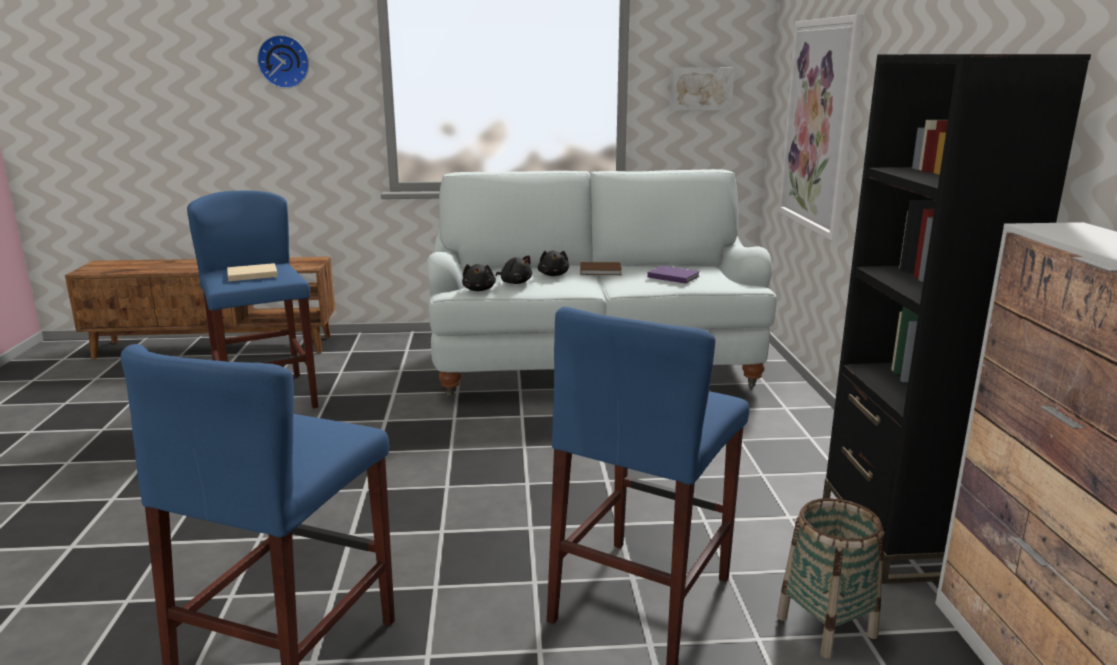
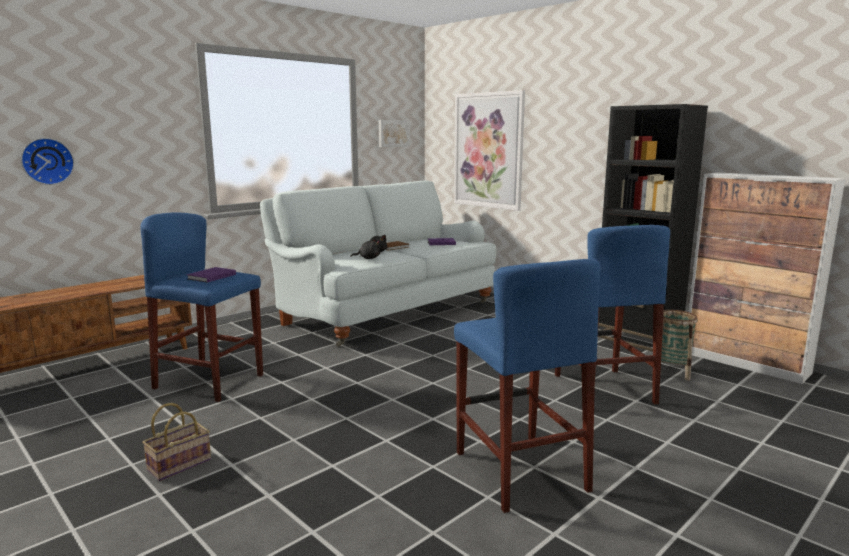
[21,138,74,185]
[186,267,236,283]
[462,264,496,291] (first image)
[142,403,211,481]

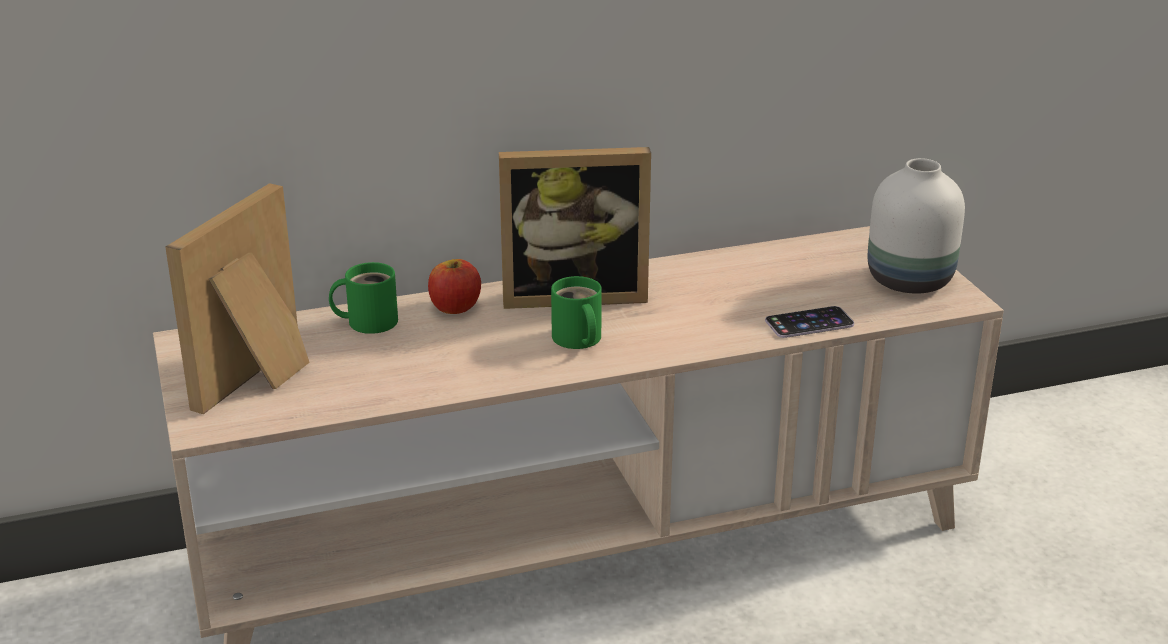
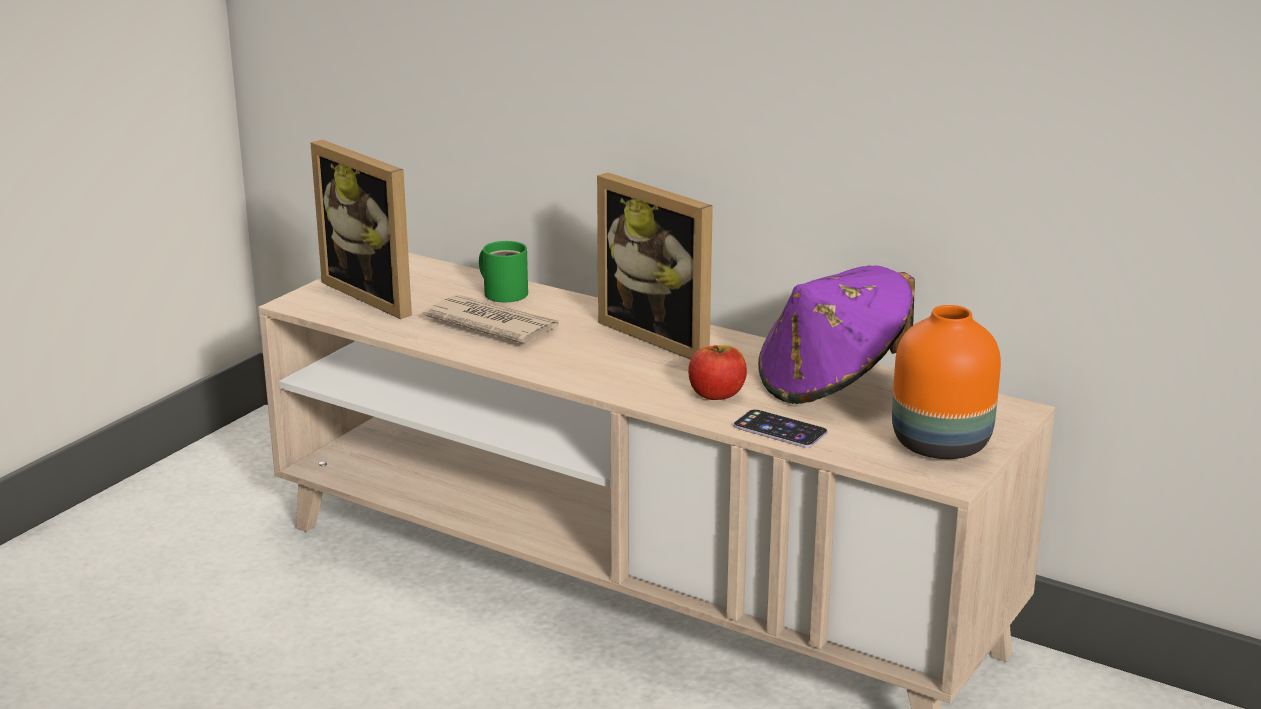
[892,305,1001,459]
[310,140,412,319]
[688,345,747,400]
[551,276,602,349] (first image)
[758,266,915,404]
[423,295,559,343]

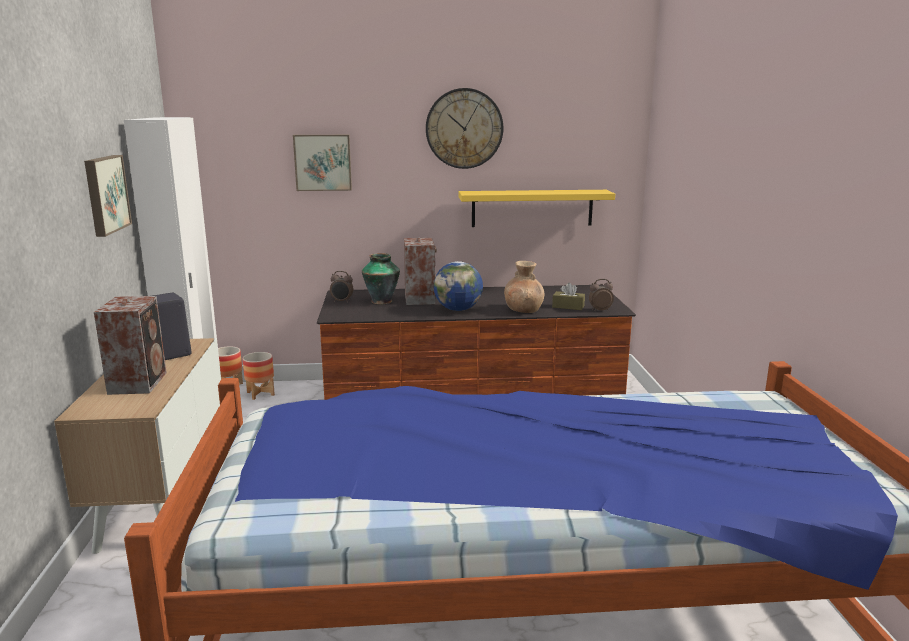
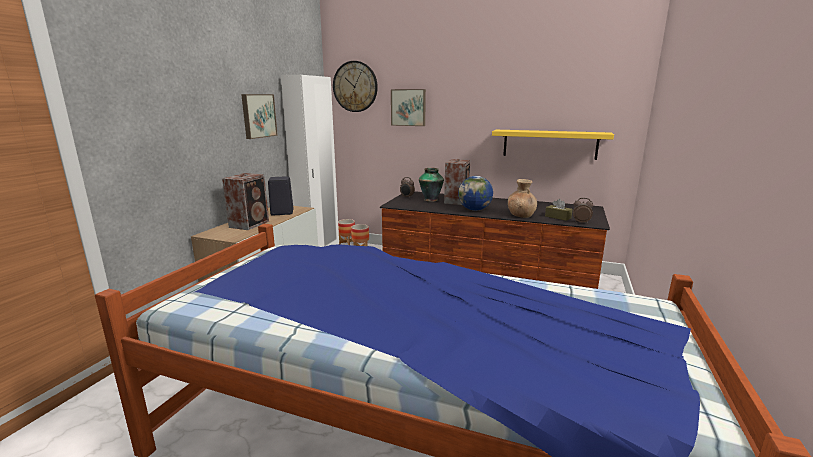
[333,61,378,112]

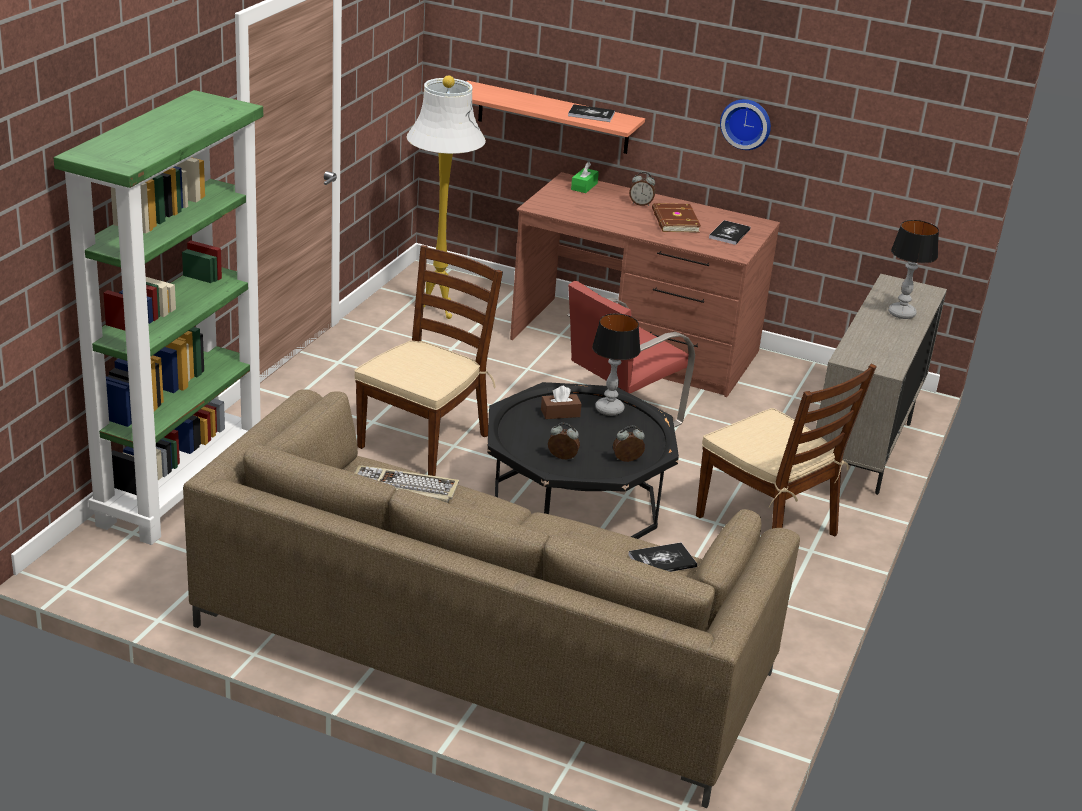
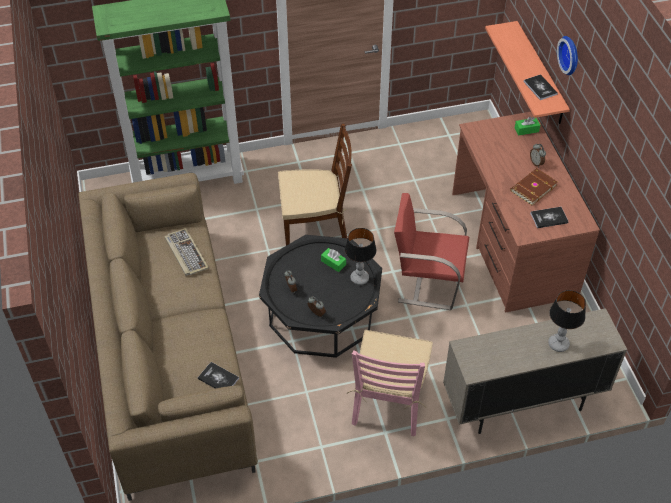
[406,75,486,319] (first image)
[557,36,578,75]
[347,330,433,436]
[321,248,346,272]

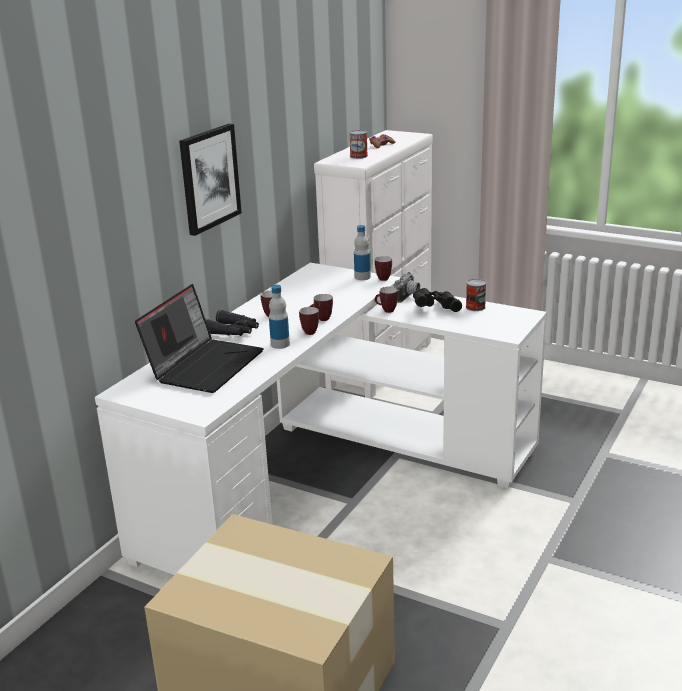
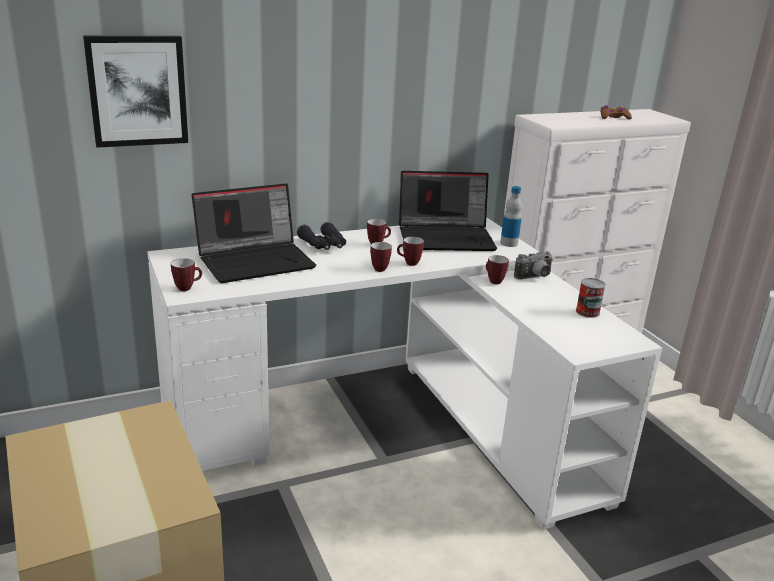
[83,36,188,148]
[349,130,368,159] (first image)
[171,258,202,291]
[269,285,290,349] (first image)
[413,288,462,312] (first image)
[399,171,497,251]

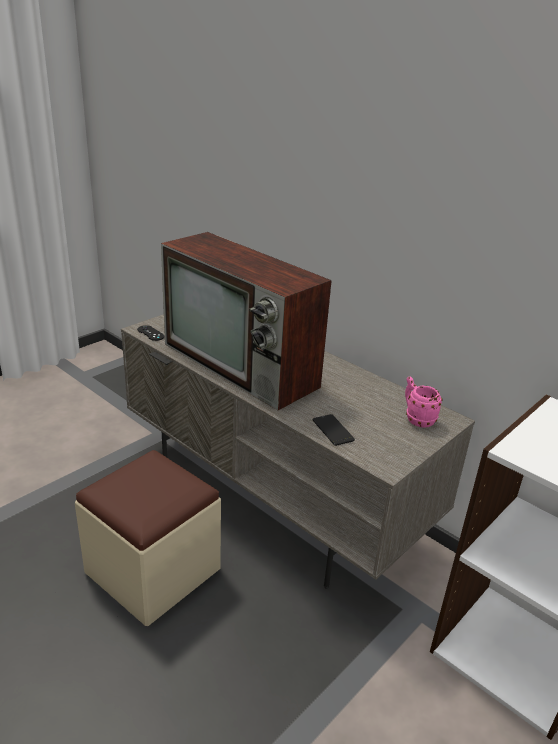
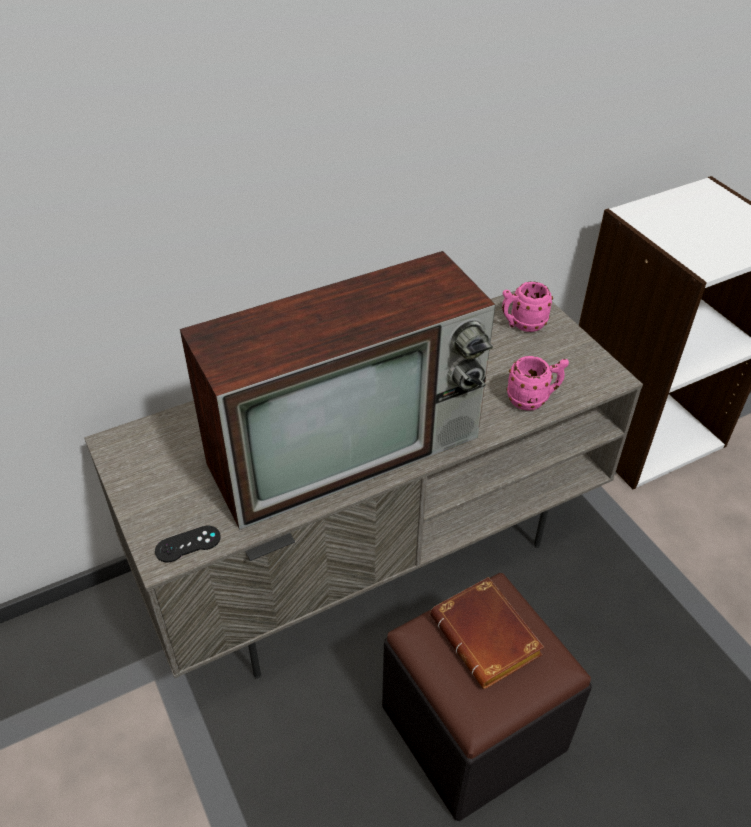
[506,356,569,410]
[382,573,592,821]
[430,577,544,689]

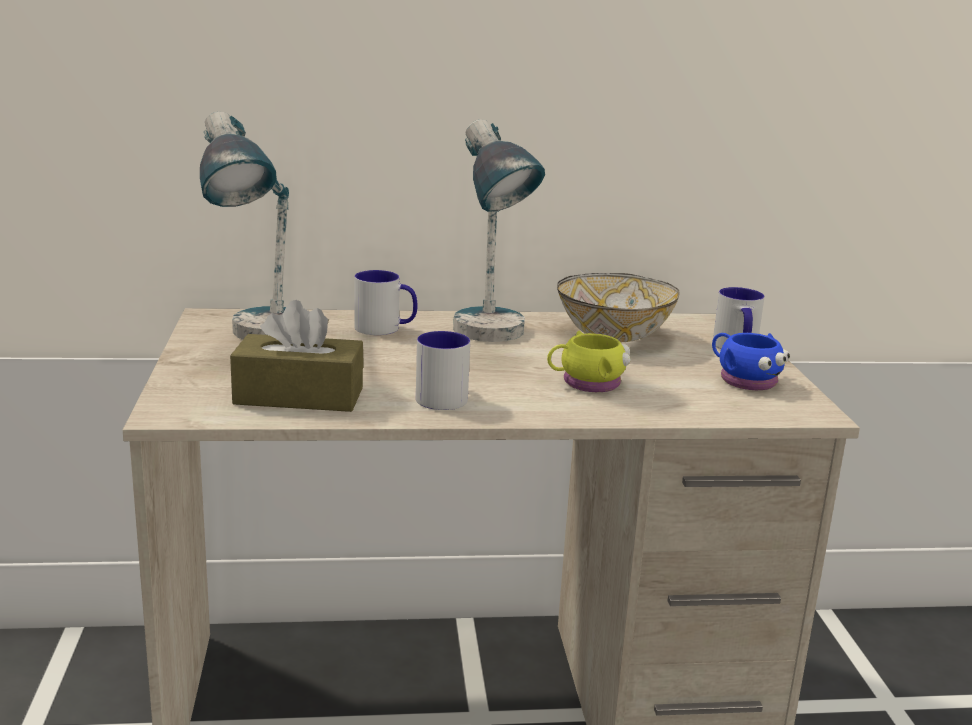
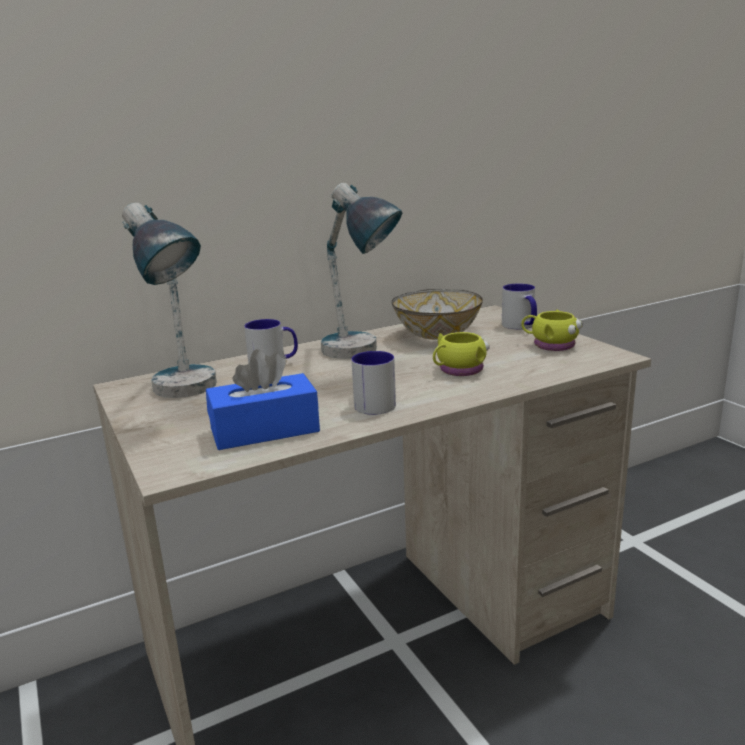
[206,349,320,450]
[521,309,583,351]

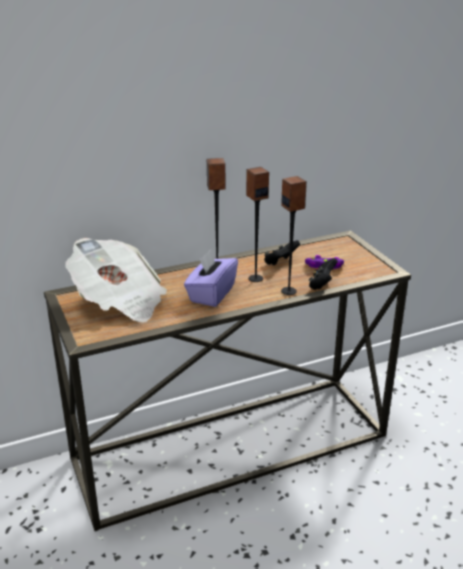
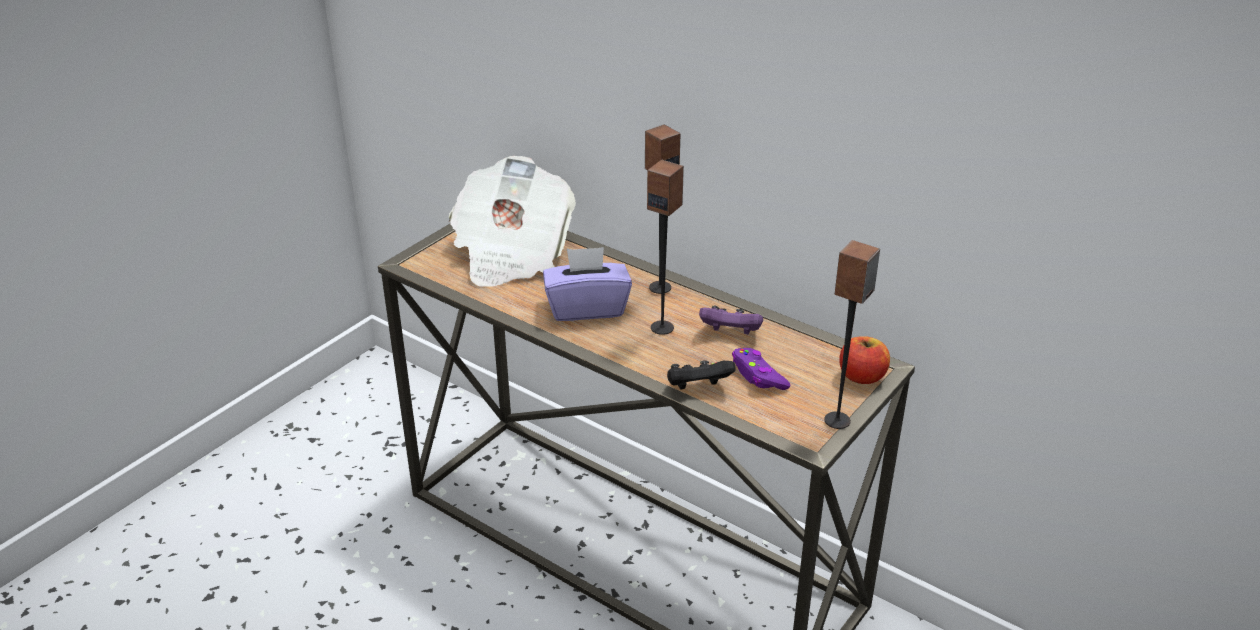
[824,240,880,429]
[699,306,763,334]
[839,337,890,384]

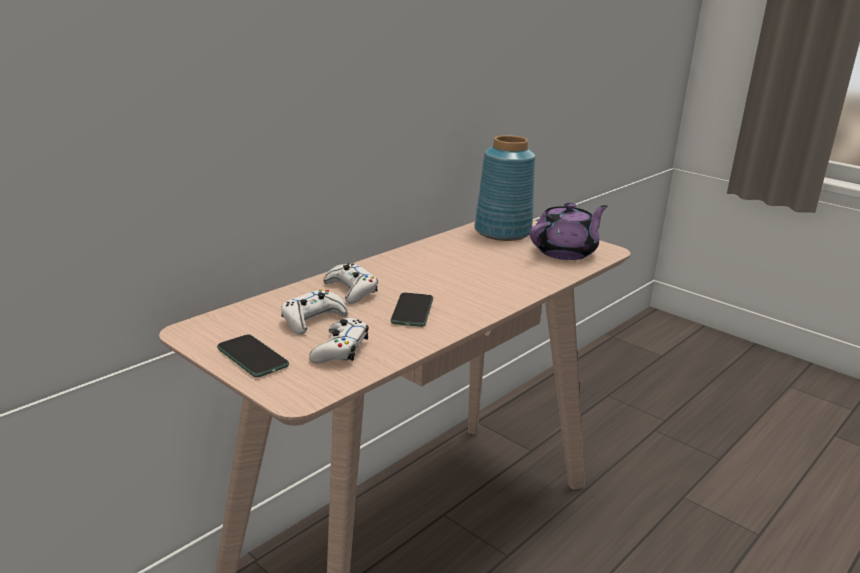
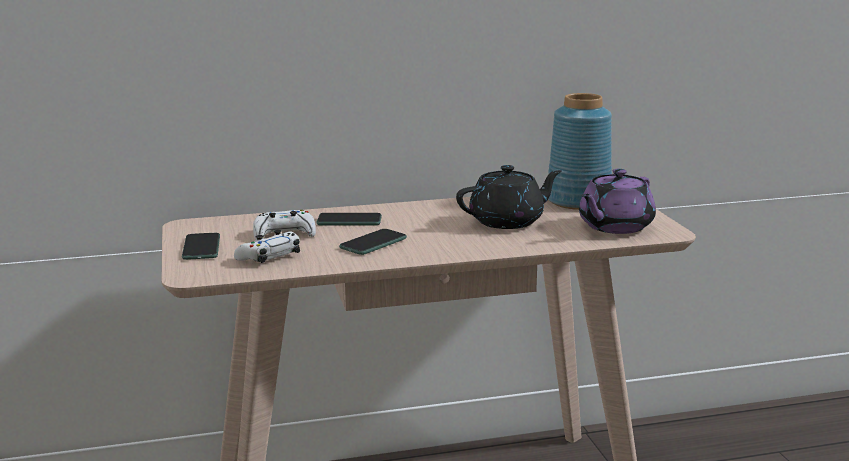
[579,169,656,234]
[316,213,382,226]
[456,165,562,229]

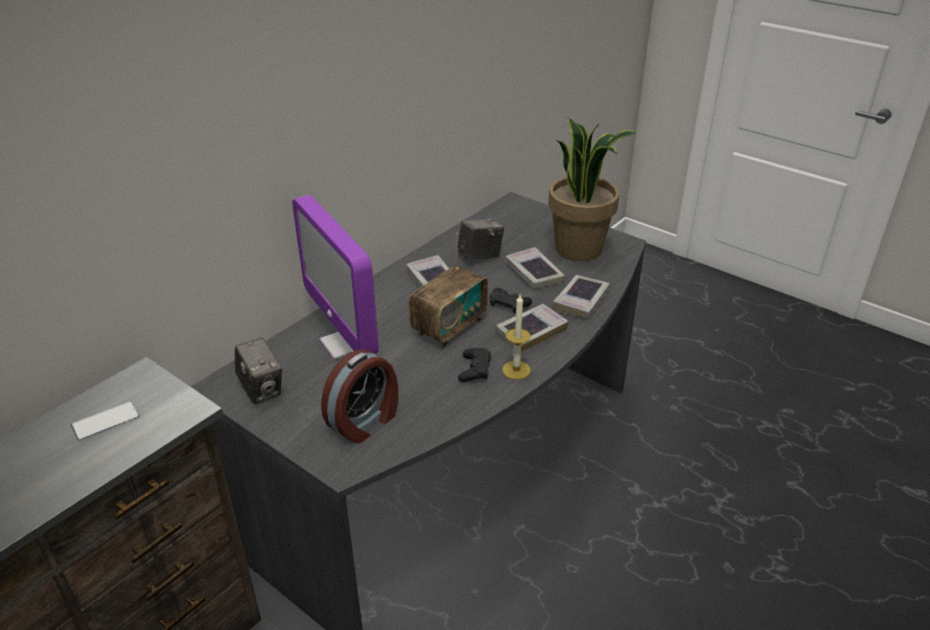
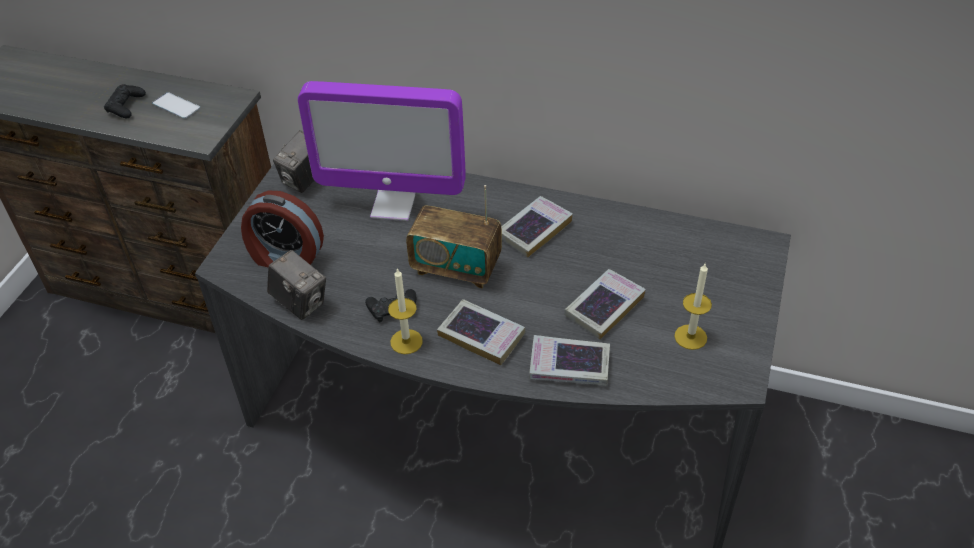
[674,264,712,350]
[298,81,466,221]
[267,250,326,320]
[104,84,146,118]

